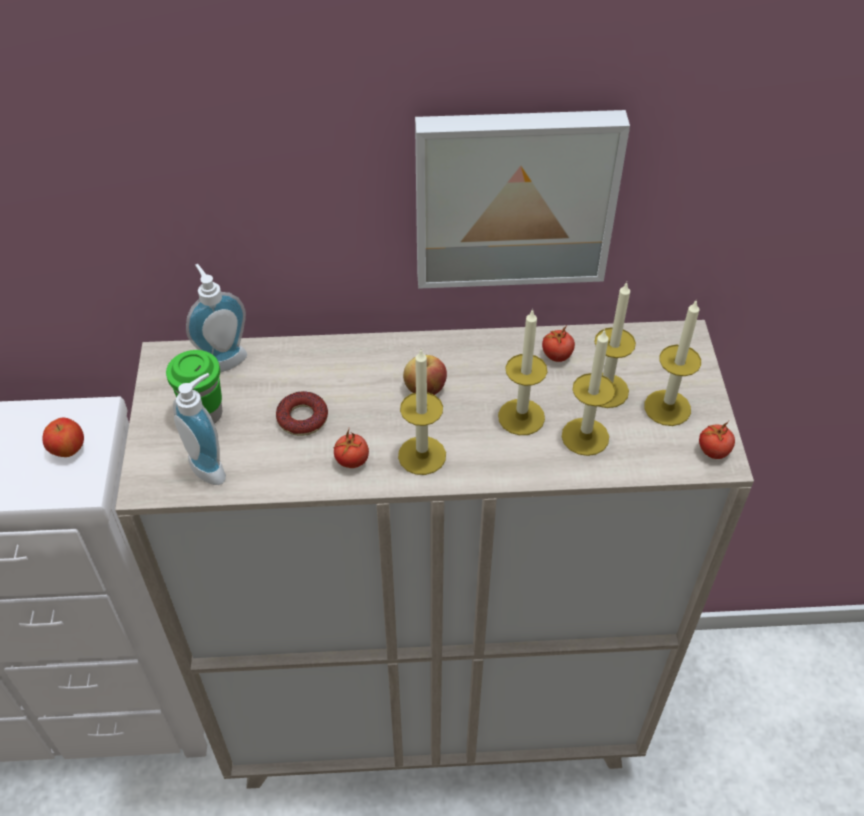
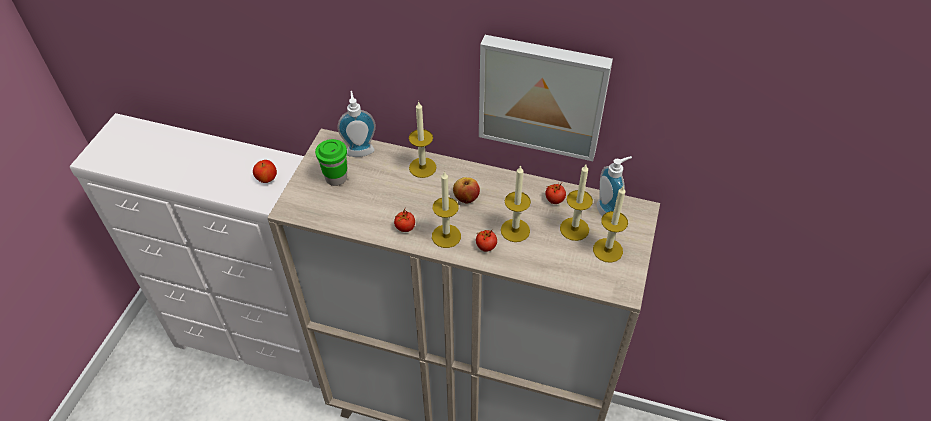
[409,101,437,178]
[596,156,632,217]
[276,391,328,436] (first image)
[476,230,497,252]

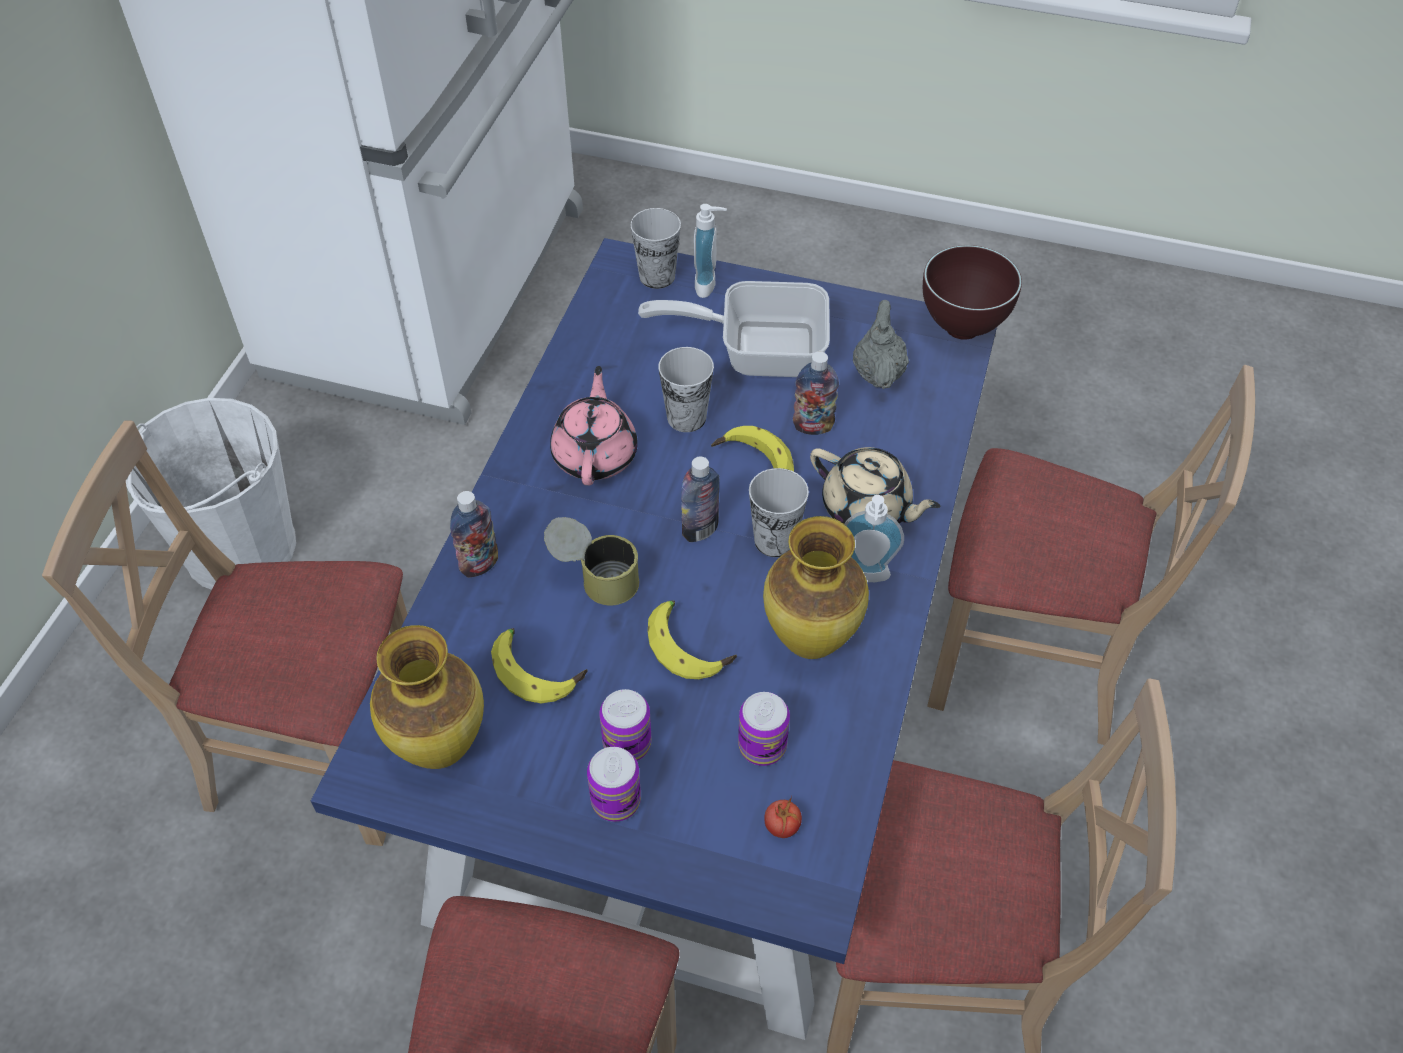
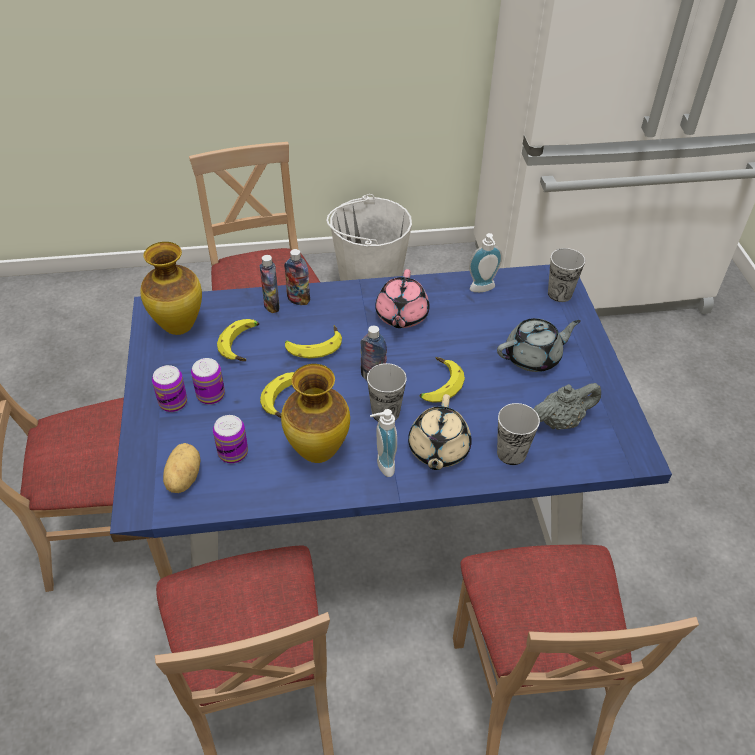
[469,233,503,292]
[923,245,1022,340] (first image)
[497,318,581,372]
[497,403,540,465]
[260,255,280,313]
[375,269,430,328]
[285,325,342,358]
[163,443,201,493]

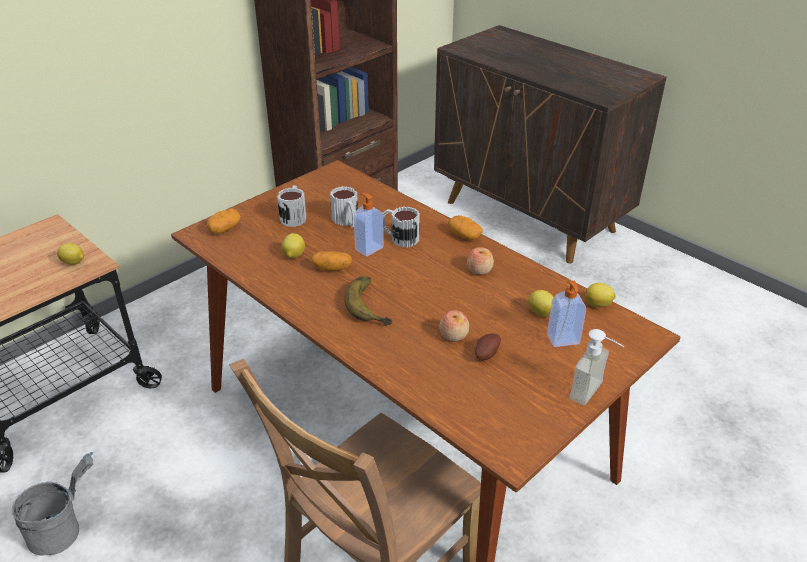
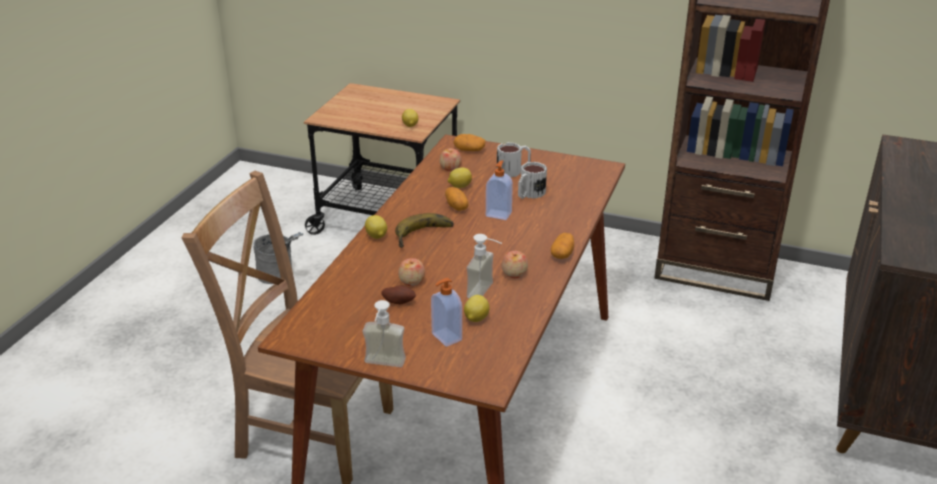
[383,207,420,248] (first image)
[365,215,387,239]
[440,148,462,171]
[467,234,502,298]

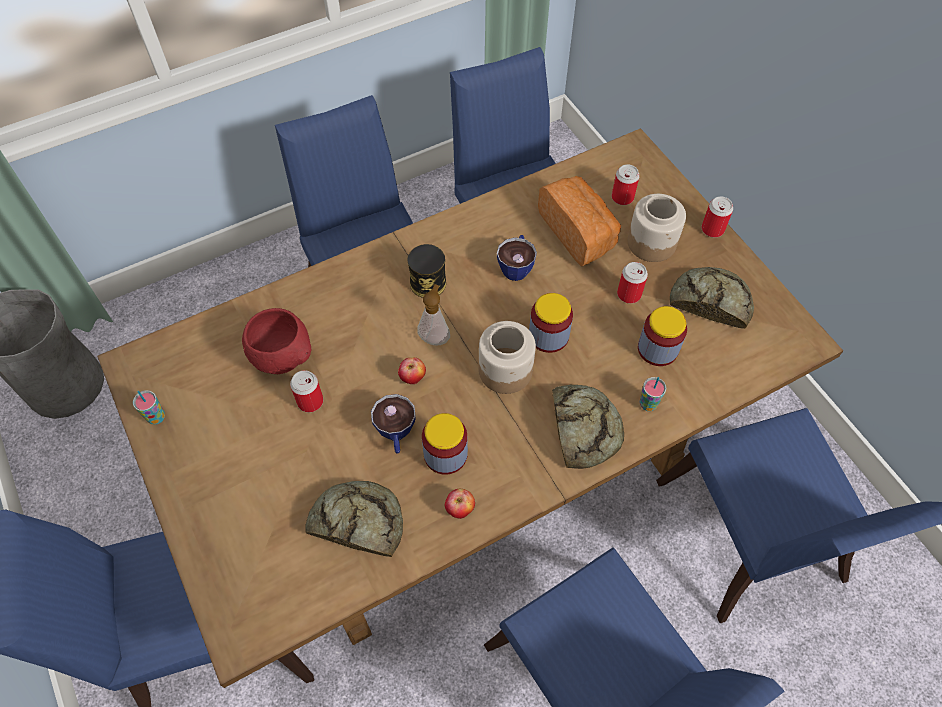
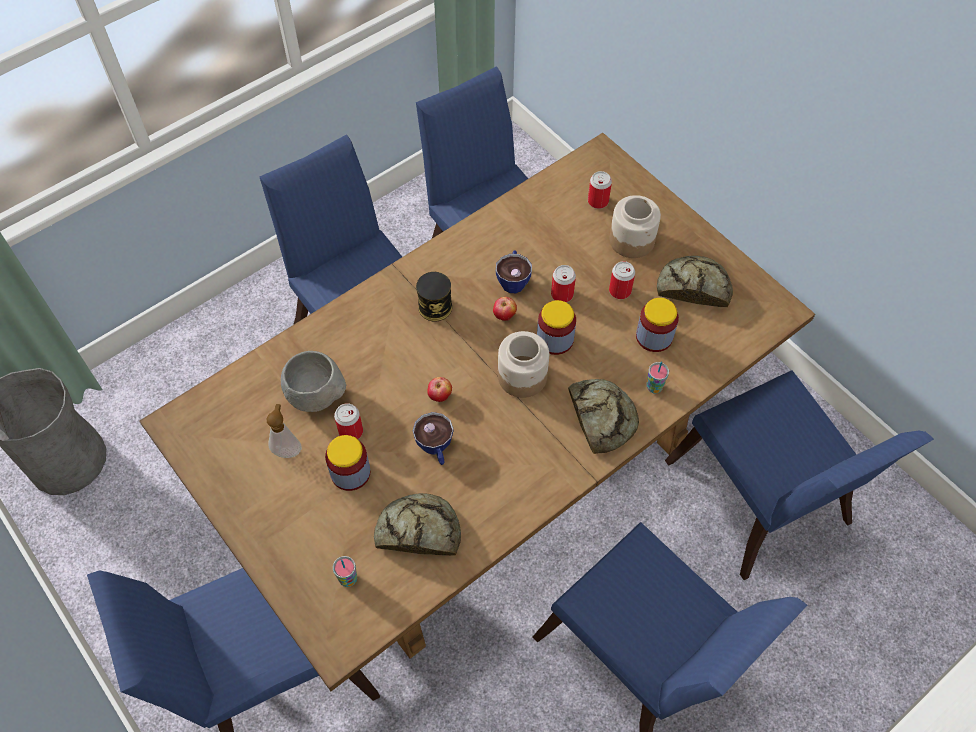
[538,176,621,267] (first image)
[551,265,576,302]
[267,404,302,458]
[281,351,346,412]
[333,556,357,587]
[325,435,371,491]
[493,297,517,321]

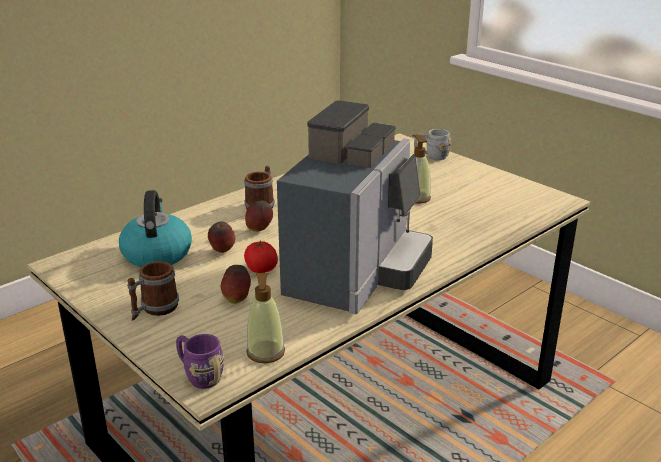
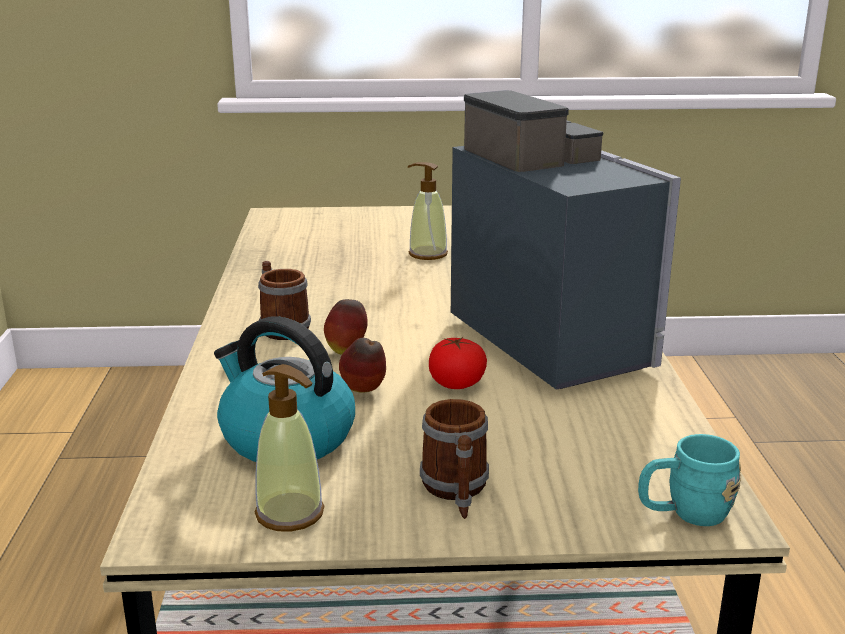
[414,129,451,160] (first image)
[221,265,251,304] (first image)
[255,364,324,532]
[638,434,741,526]

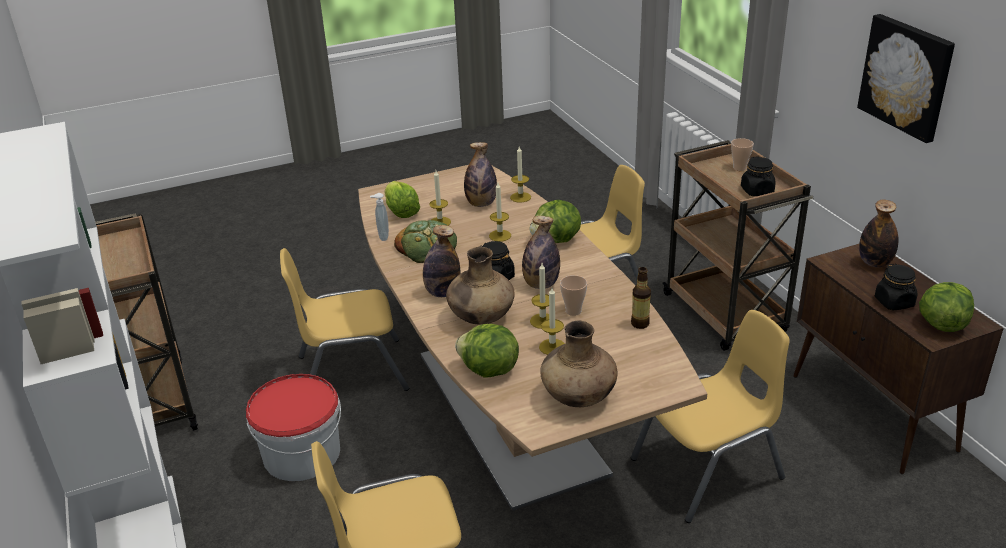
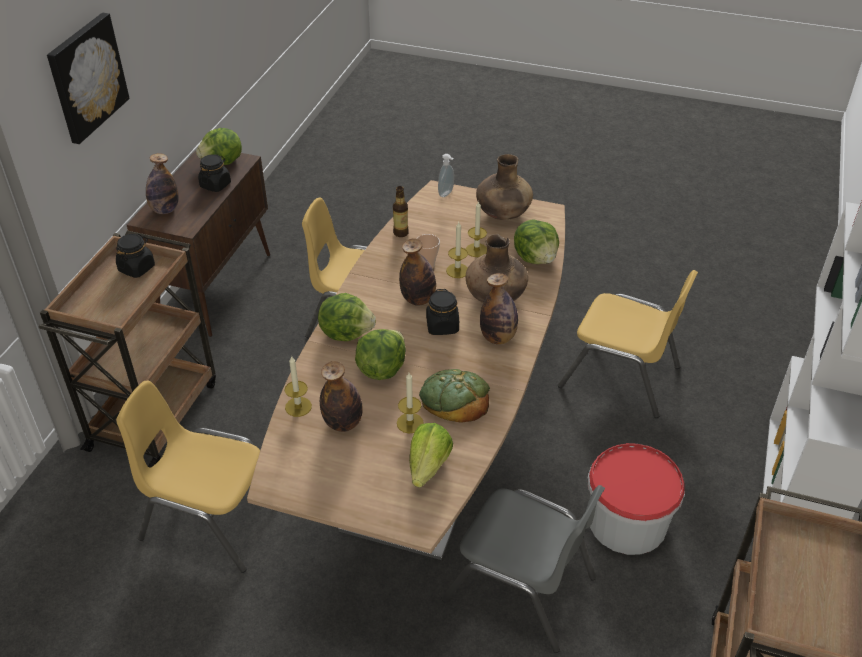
[731,138,754,171] (first image)
[355,329,406,380]
[438,154,454,197]
[441,485,605,653]

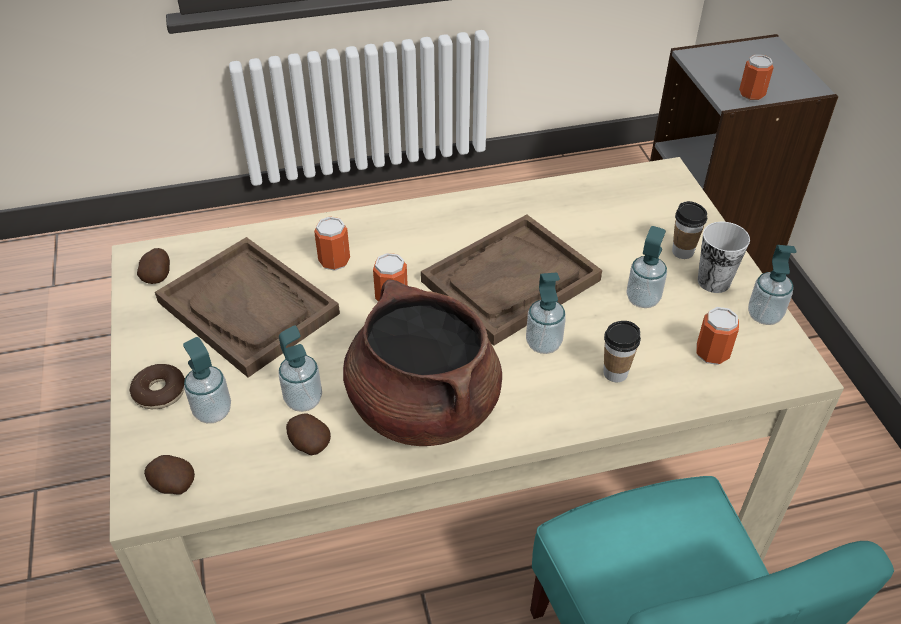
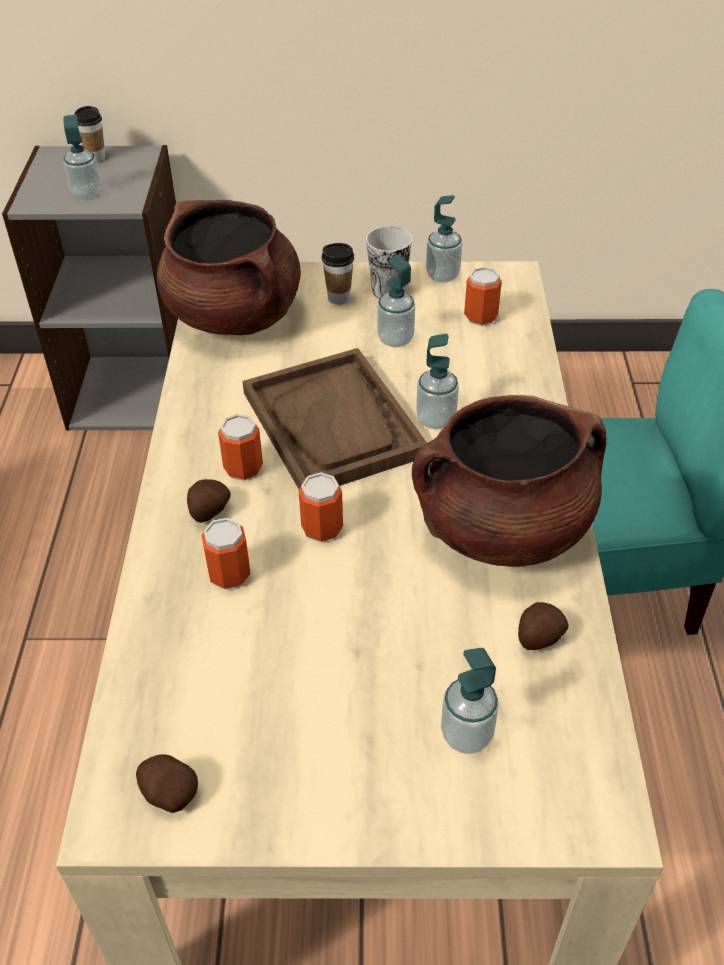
[218,414,263,481]
[155,237,340,378] (first image)
[74,106,105,162]
[63,115,101,199]
[130,364,185,409] (first image)
[187,479,231,523]
[157,200,301,335]

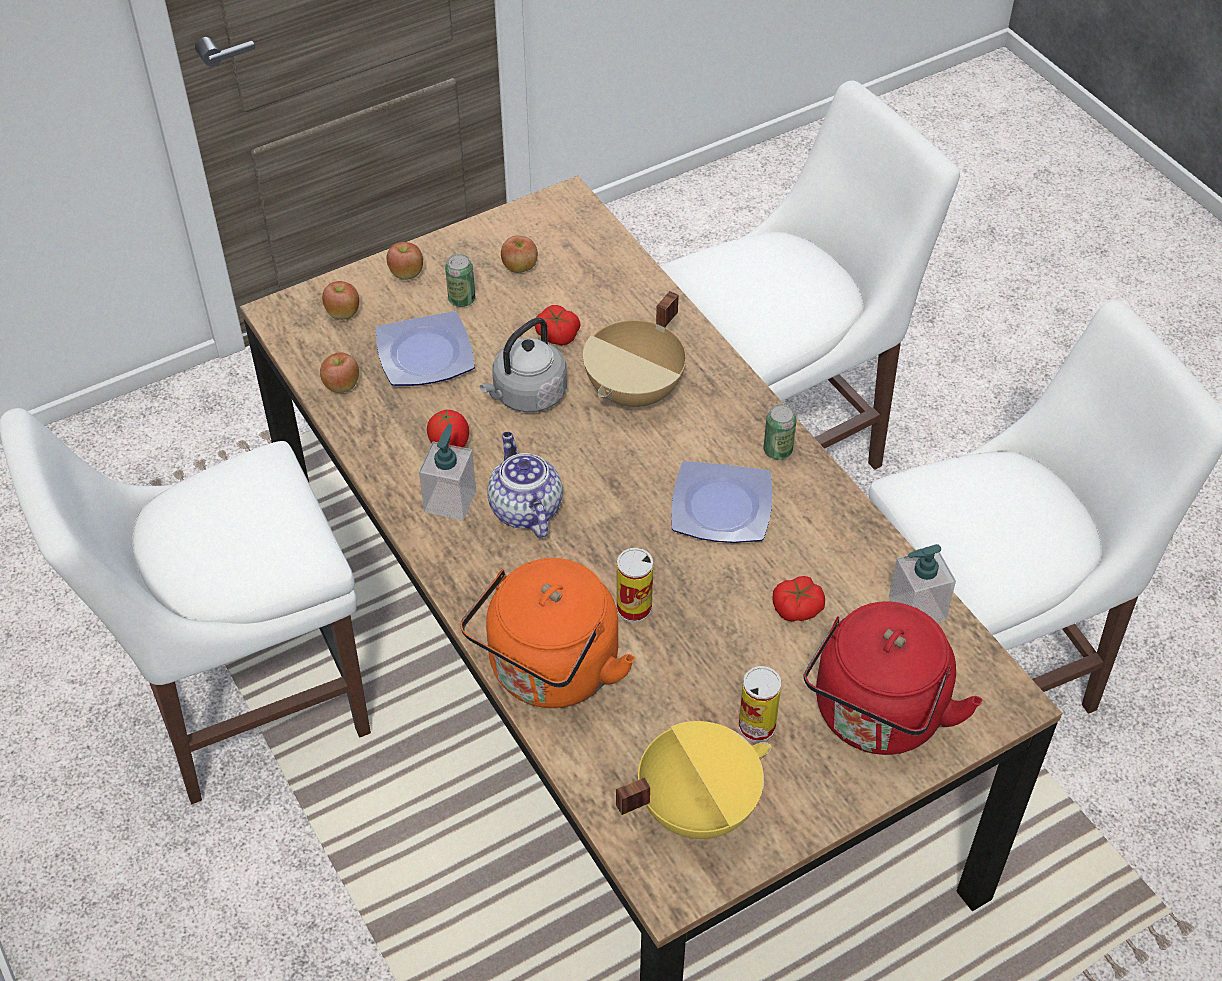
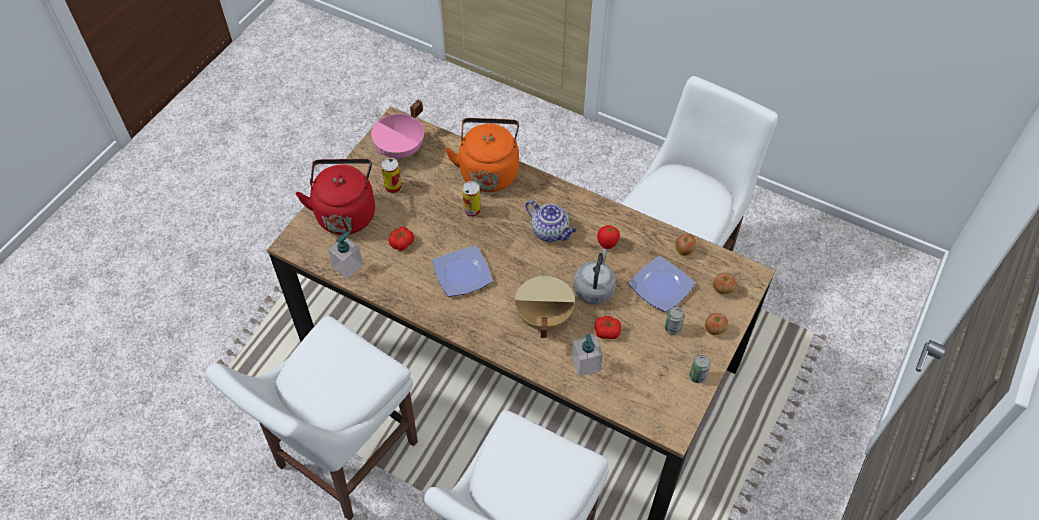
[501,236,538,273] (first image)
[689,355,711,383]
[572,334,603,377]
[371,100,424,159]

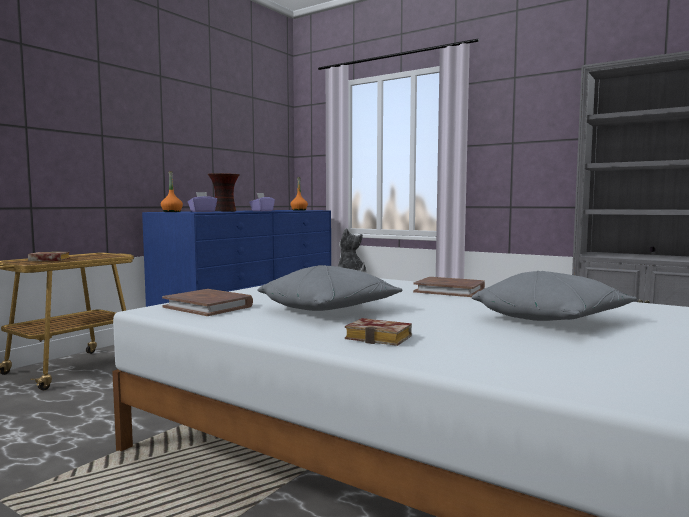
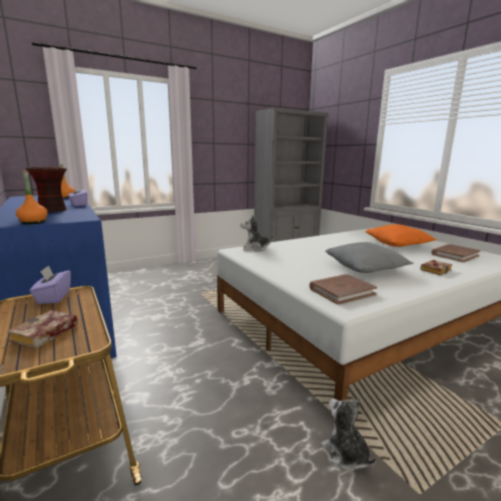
[30,265,71,304]
[365,224,437,247]
[431,244,481,262]
[321,398,376,471]

